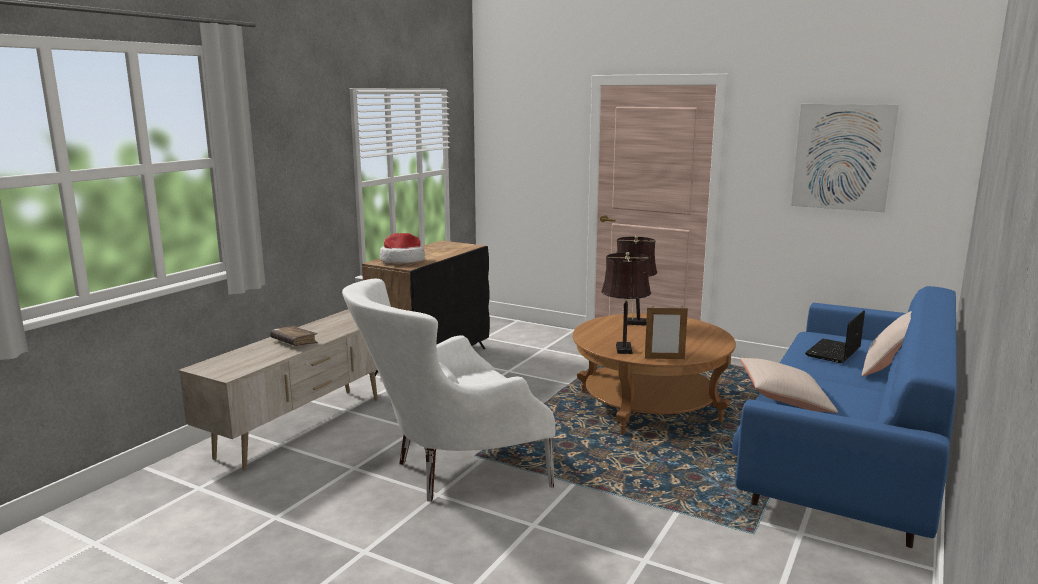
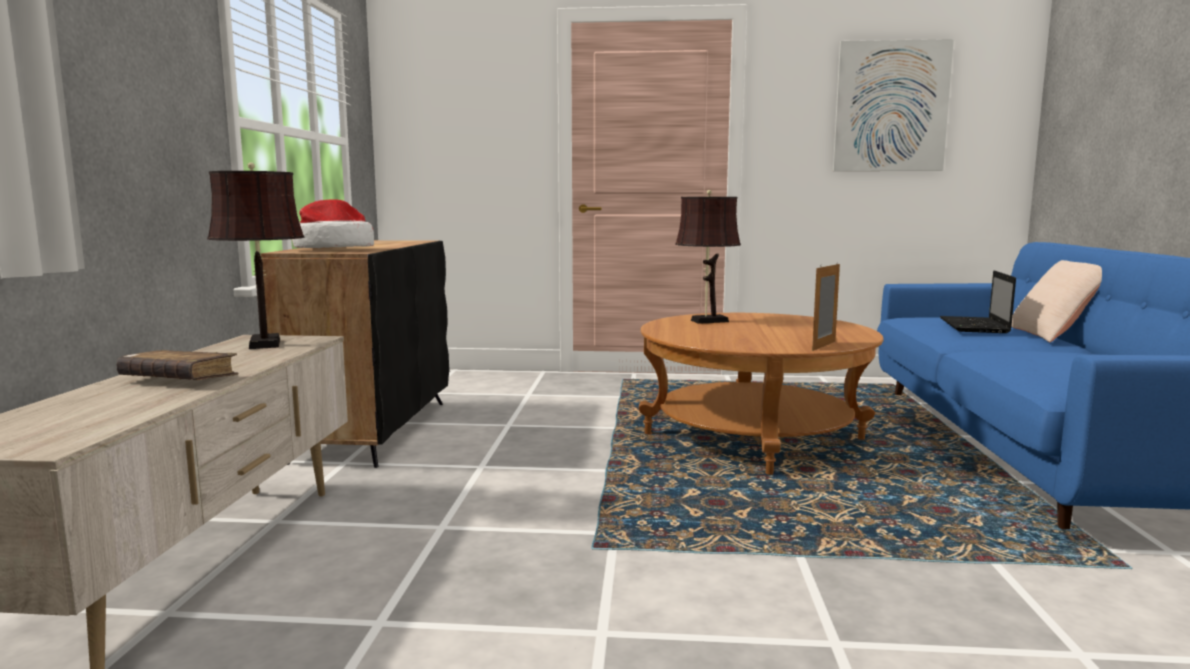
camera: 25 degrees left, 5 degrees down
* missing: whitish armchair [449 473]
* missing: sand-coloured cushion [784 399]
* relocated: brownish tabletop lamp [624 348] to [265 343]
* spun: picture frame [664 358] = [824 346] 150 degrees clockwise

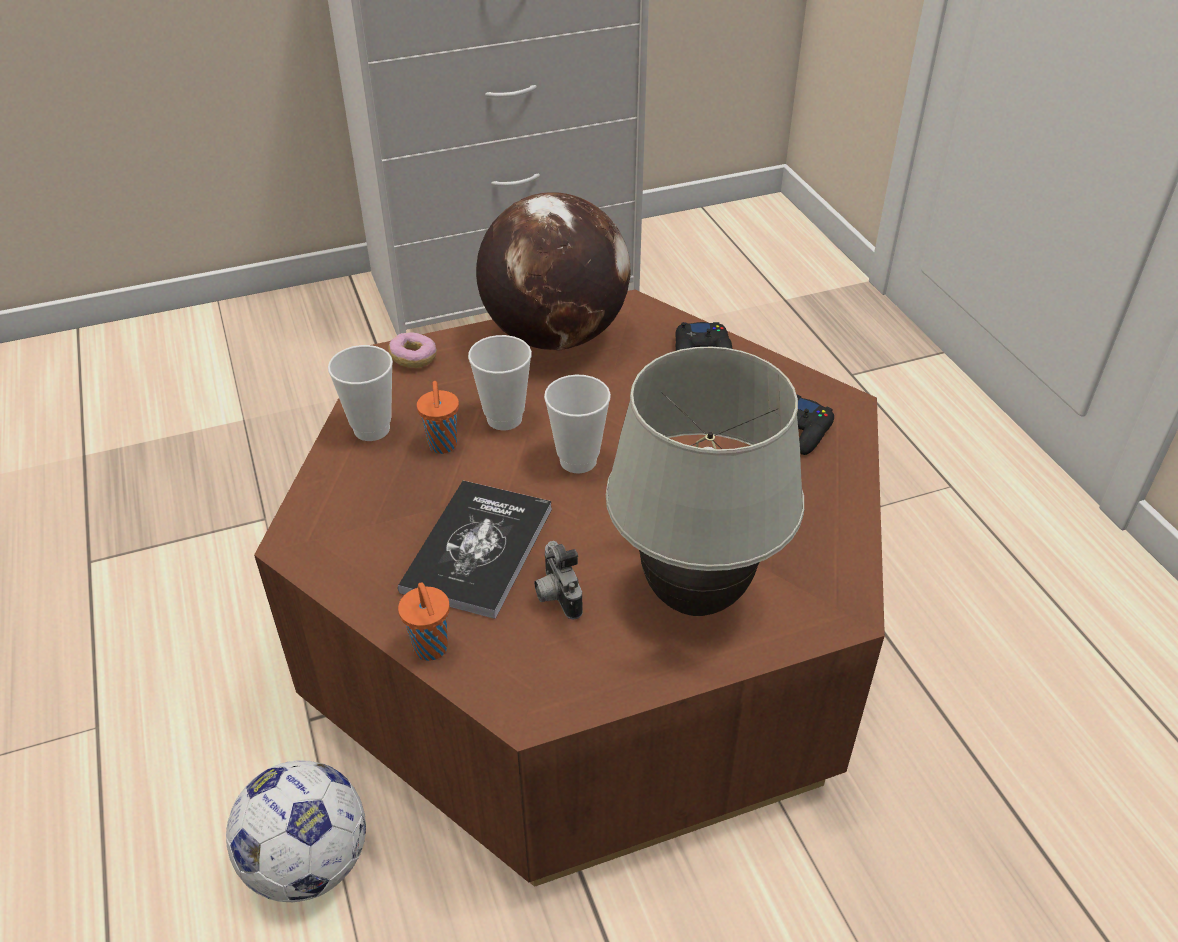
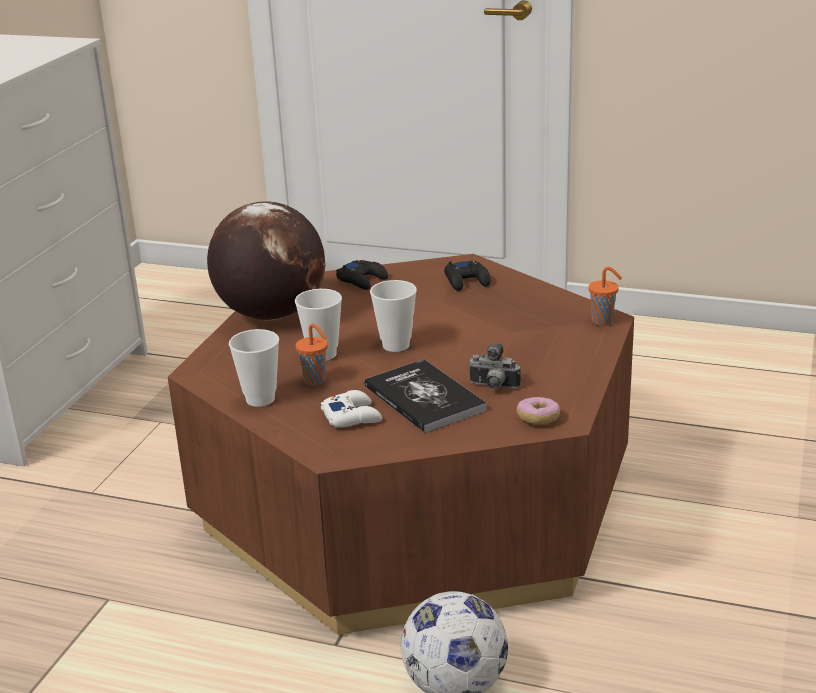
camera: 50 degrees left, 15 degrees down
* missing: whitish tabletop lamp [694 598]
* appeared: whitish gamepad [352 416]
* relocated: ring doughnut [414 359] to [538 419]
* relocated: orange cup [431 649] to [603 322]

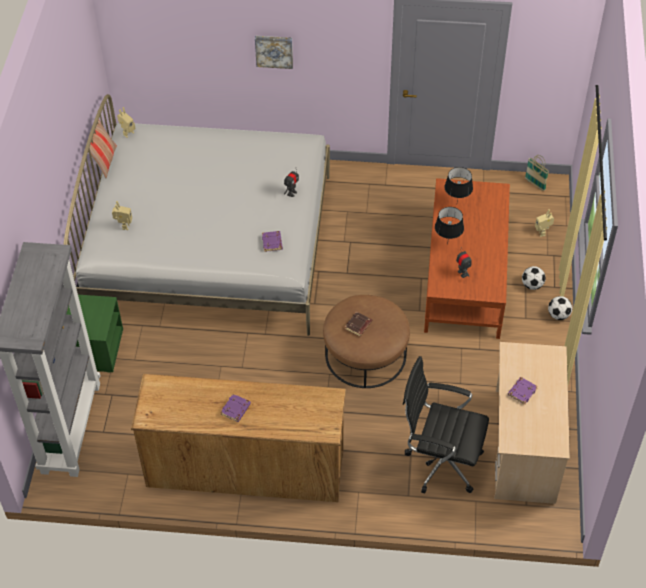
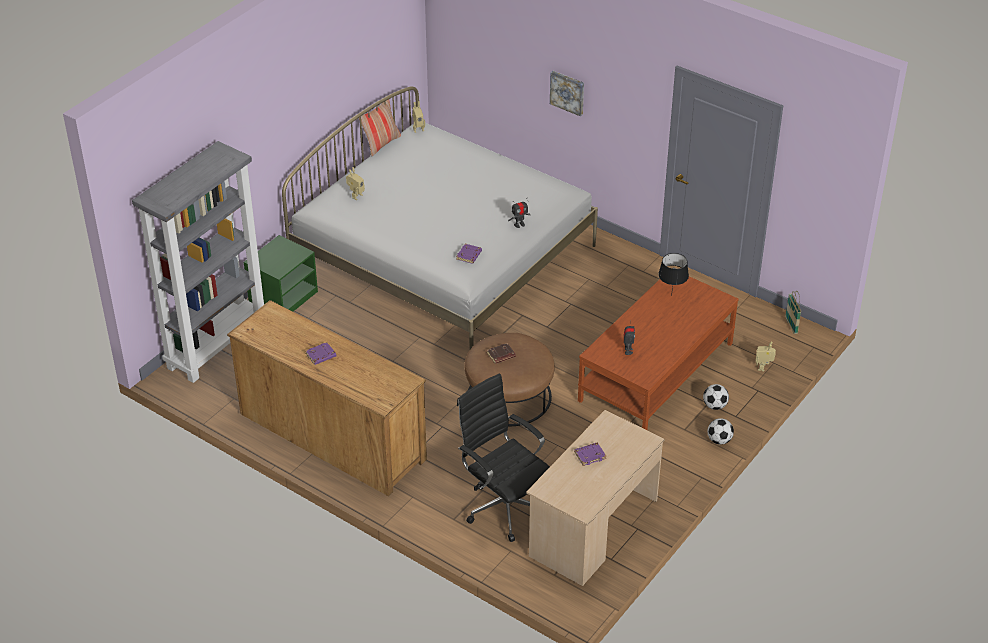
camera: 30 degrees right, 10 degrees down
* missing: blackish tabletop lamp [447 244]

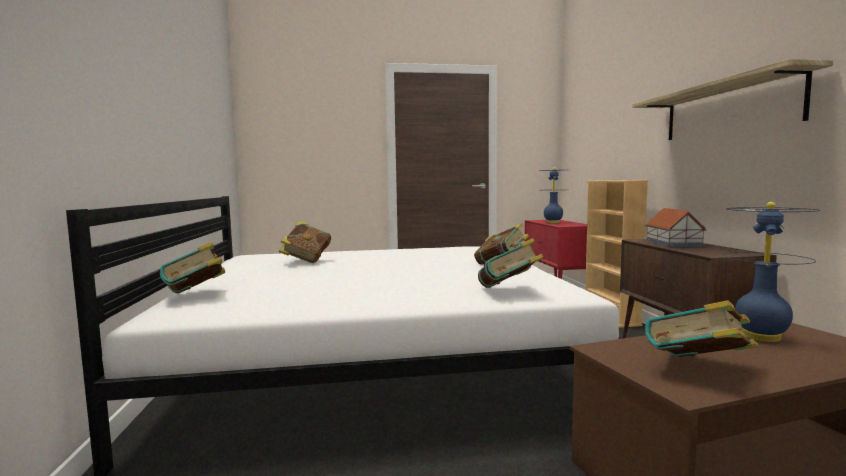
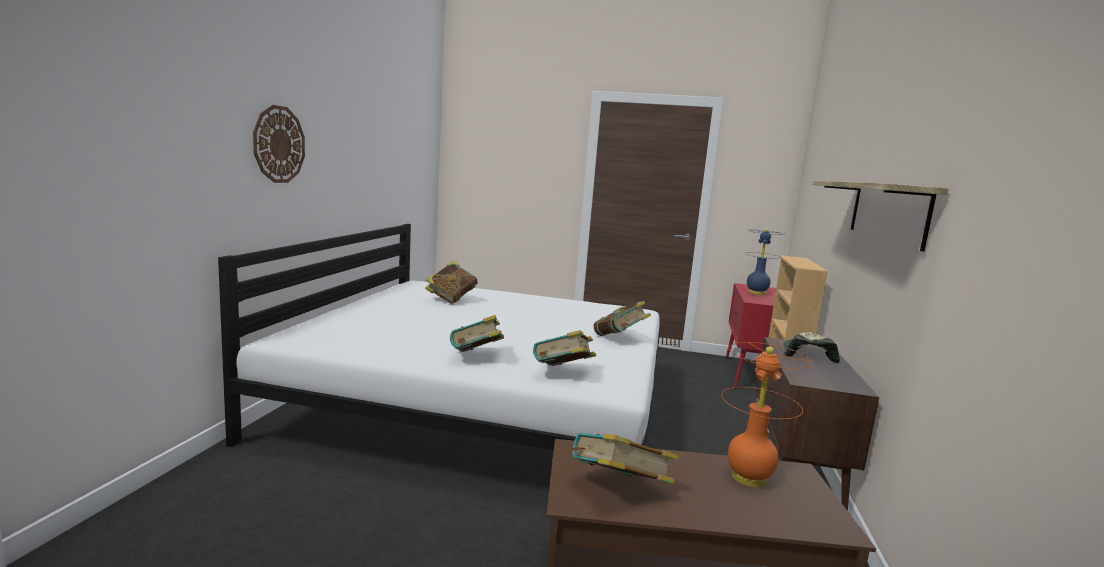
camera: 20 degrees right, 5 degrees up
* appeared: clock on the wall [279 144]
* relocated: volume [196 295] to [477 358]
* exchanged: miniature house [673 243] to peaked cap [807 354]
* colour: bluish tabletop lamp [762 336] to orange tabletop lamp [749 478]

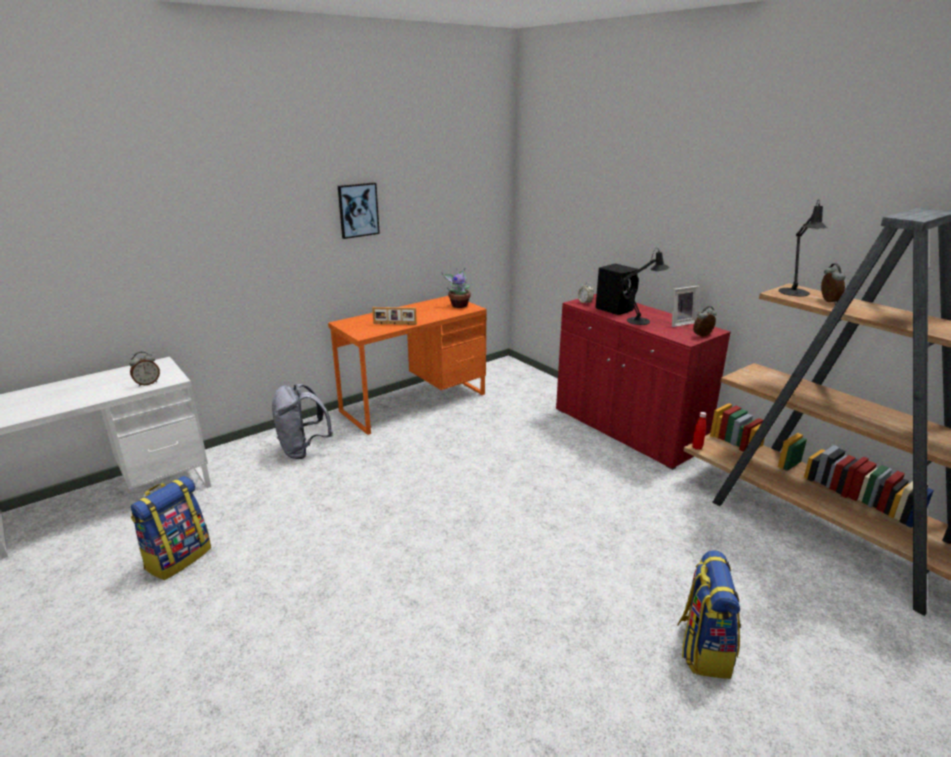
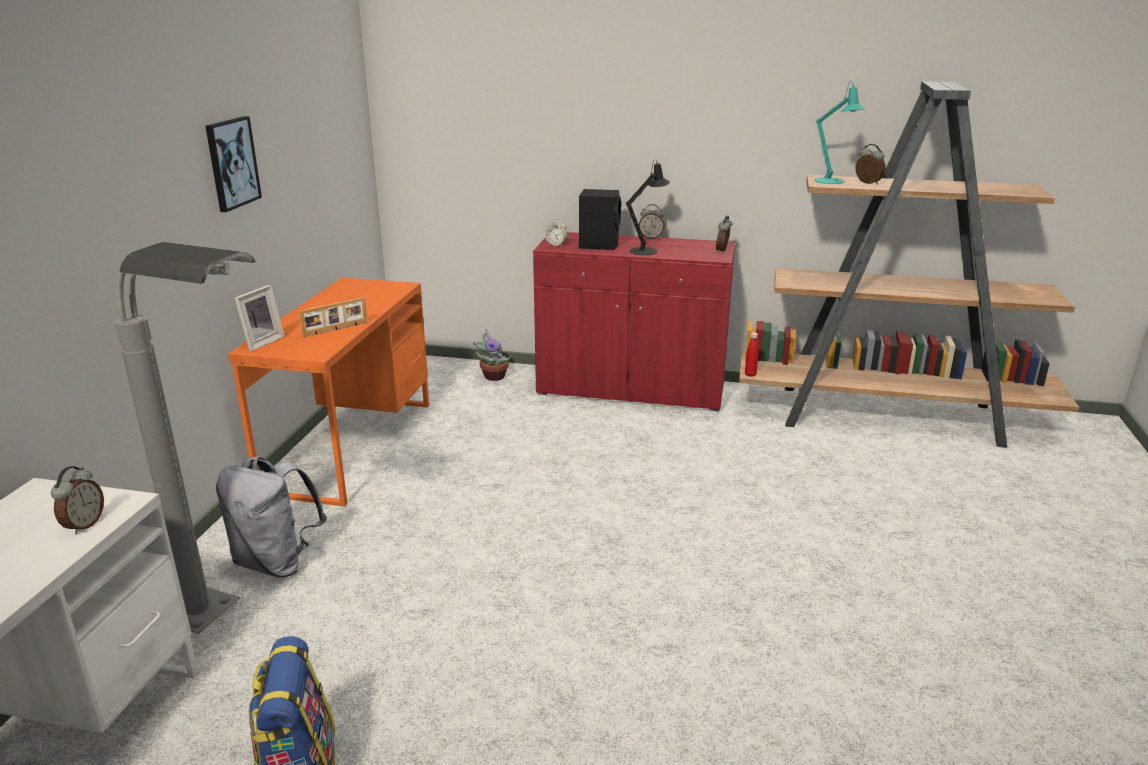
camera: 40 degrees left, 0 degrees up
* missing: knapsack [703 649]
* appeared: gray standing lamp [233 623]
* appeared: table clock [651 238]
* relocated: houseplant [459 305] to [493 376]
* relocated: picture frame [681 323] to [261 342]
* colour: blackish tabletop lamp [795 293] to blue-green tabletop lamp [832 181]

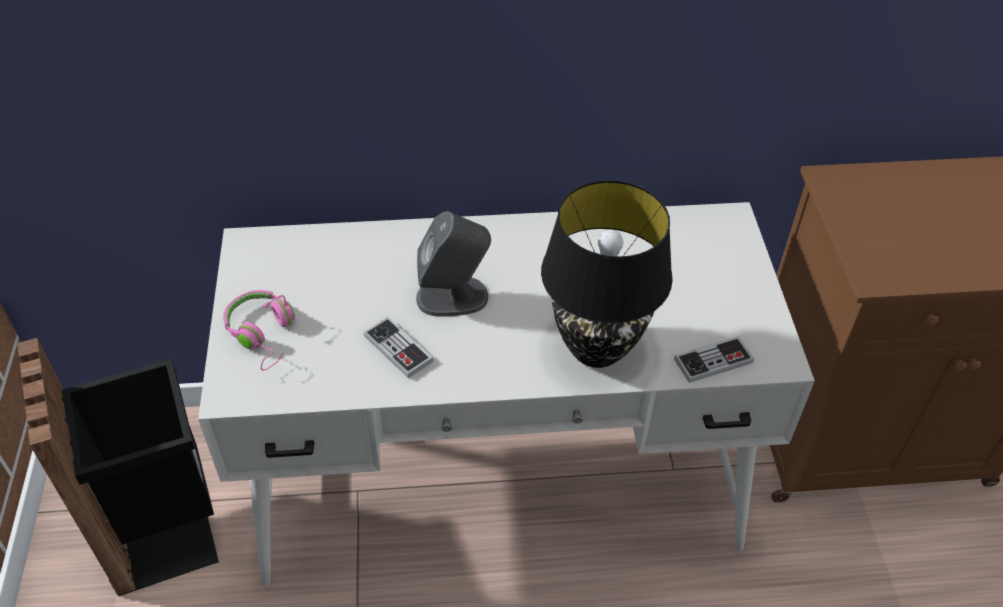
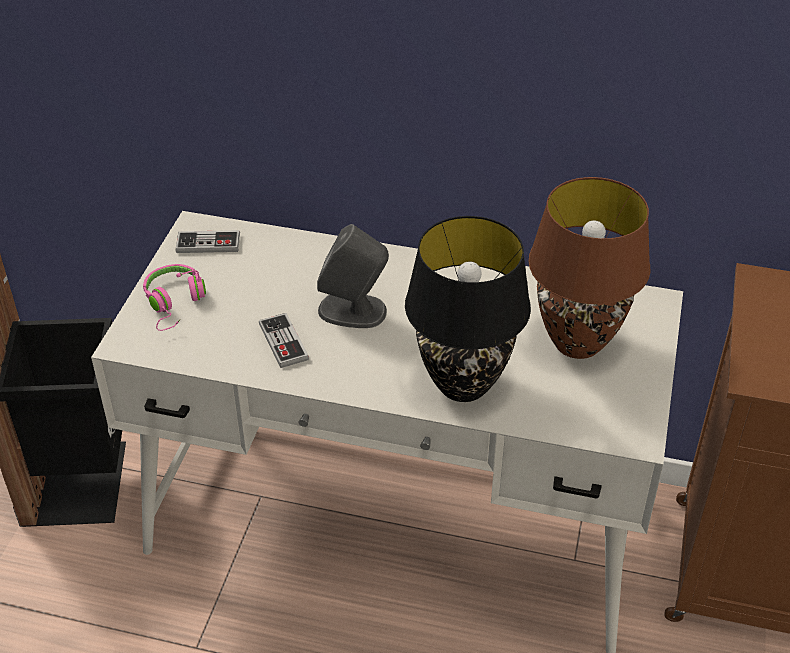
camera: 20 degrees right, 5 degrees down
* appeared: brownish tabletop lamp [577 342]
* relocated: gamepad [713 361] to [208 244]

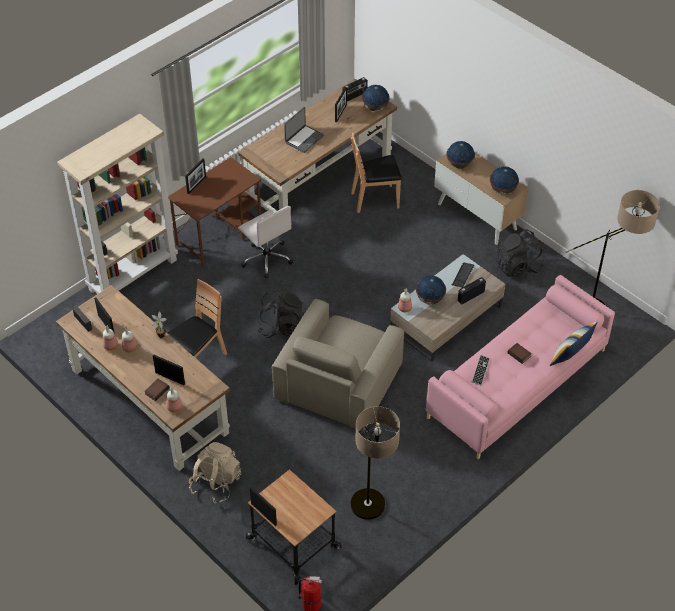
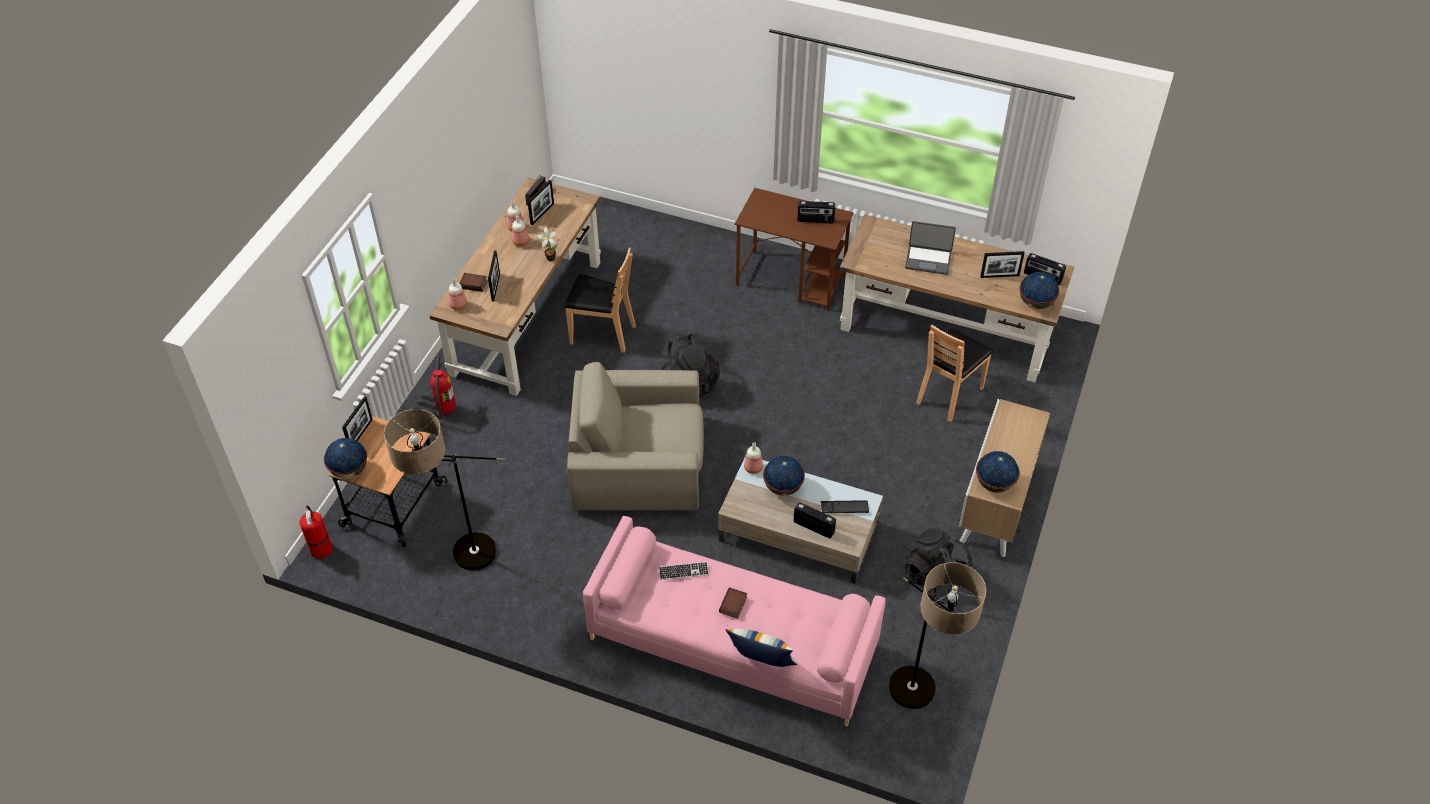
camera: 65 degrees right, 0 degrees up
* missing: sand-coloured bookcase [133 274]
* missing: picture frame [196 185]
* missing: whitish office chair [266 258]
* appeared: radio set [815 220]
* relocated: world globe [459 164] to [350 471]
* exchanged: sand-coloured knapsack [216 483] to fire extinguisher [446 410]
* spun: brownish upright chair [375 199] = [949 394] 105 degrees counterclockwise

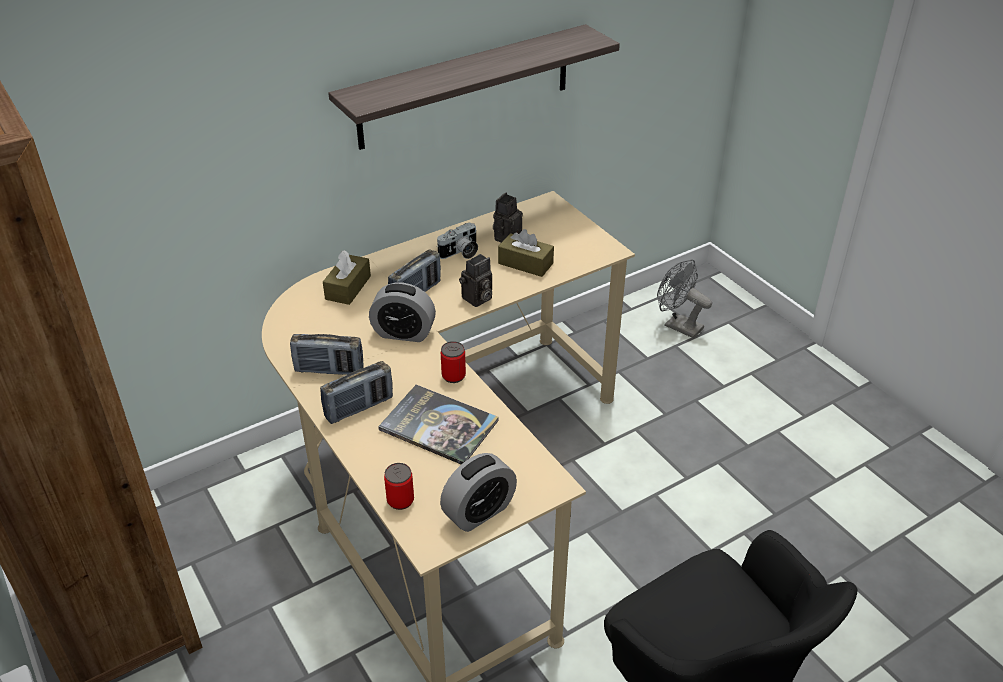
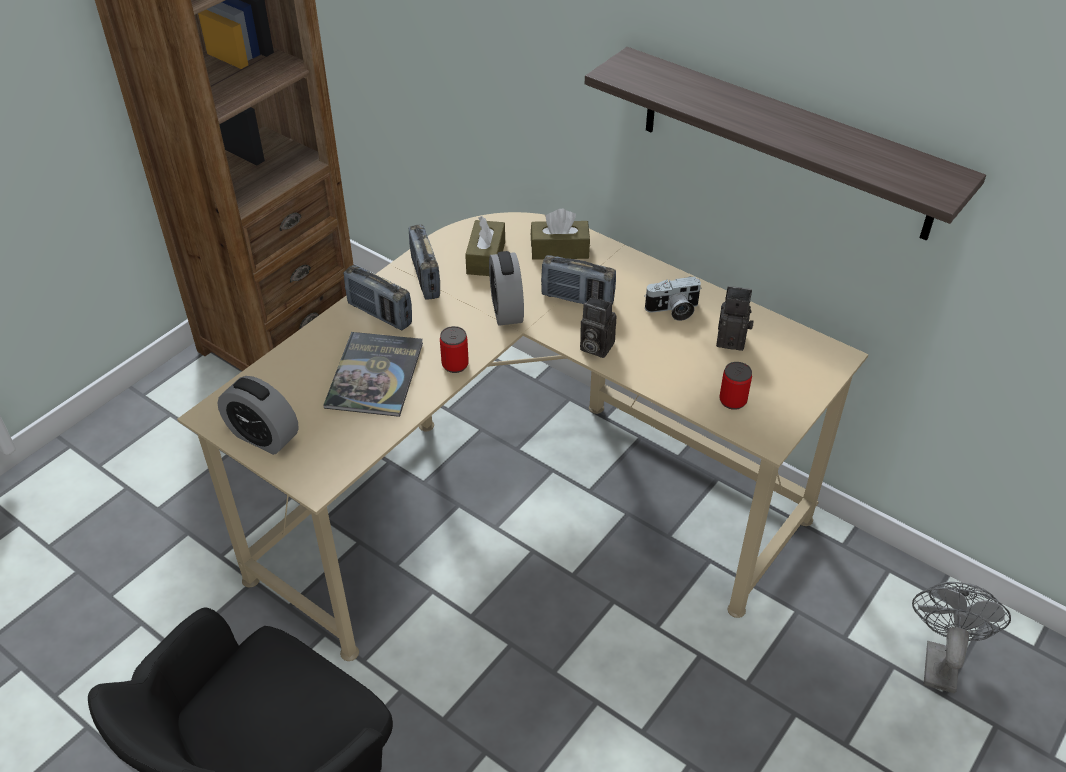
camera: 70 degrees right, 5 degrees up
* relocated: can [400 500] to [732 400]
* relocated: brownish tissue box [525 263] to [486 258]
* spun: still camera [460 253] = [673 311] 45 degrees counterclockwise

